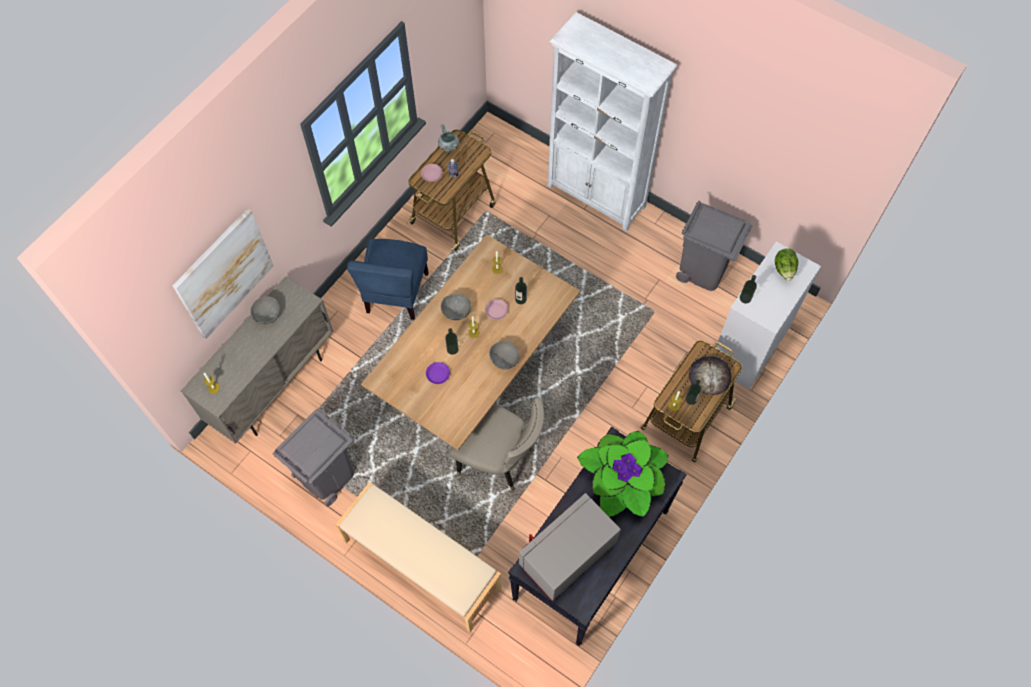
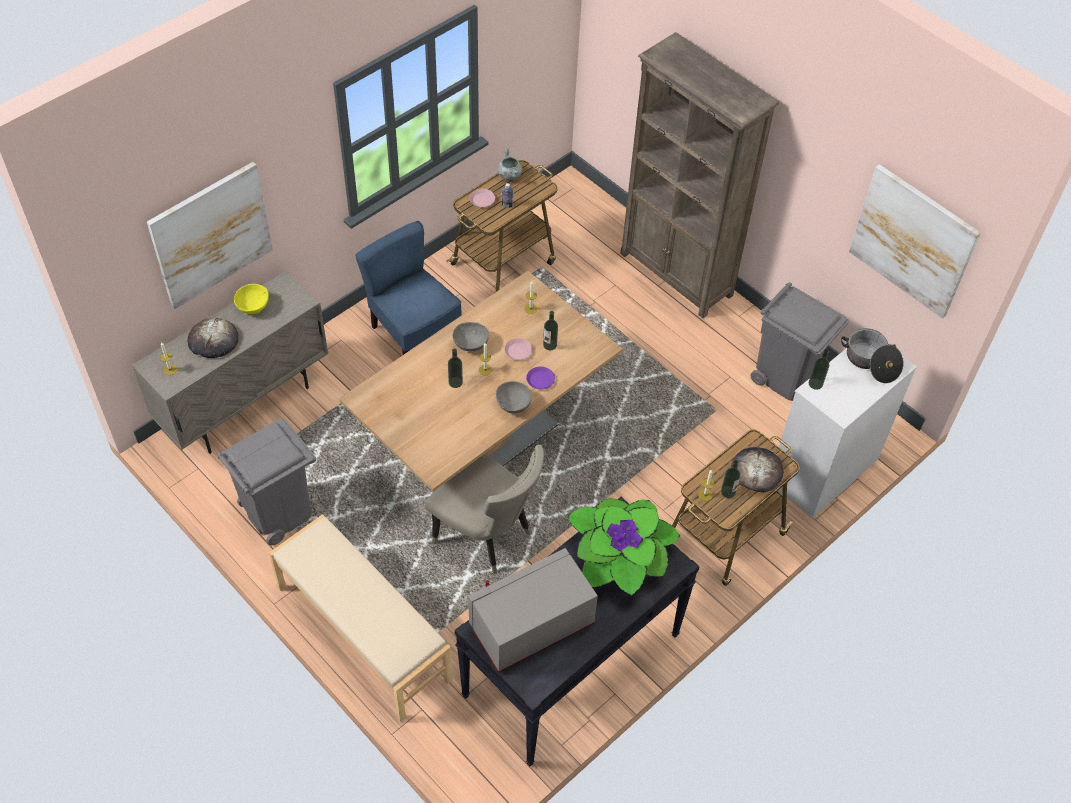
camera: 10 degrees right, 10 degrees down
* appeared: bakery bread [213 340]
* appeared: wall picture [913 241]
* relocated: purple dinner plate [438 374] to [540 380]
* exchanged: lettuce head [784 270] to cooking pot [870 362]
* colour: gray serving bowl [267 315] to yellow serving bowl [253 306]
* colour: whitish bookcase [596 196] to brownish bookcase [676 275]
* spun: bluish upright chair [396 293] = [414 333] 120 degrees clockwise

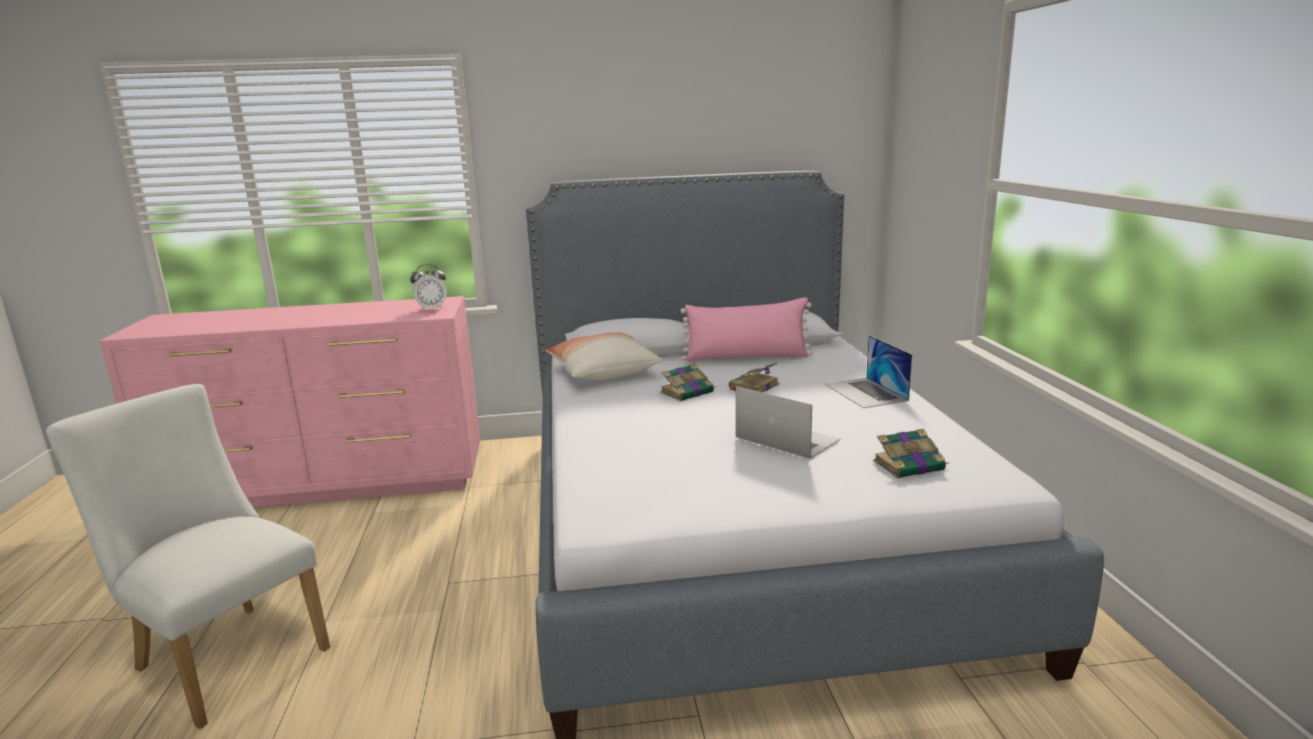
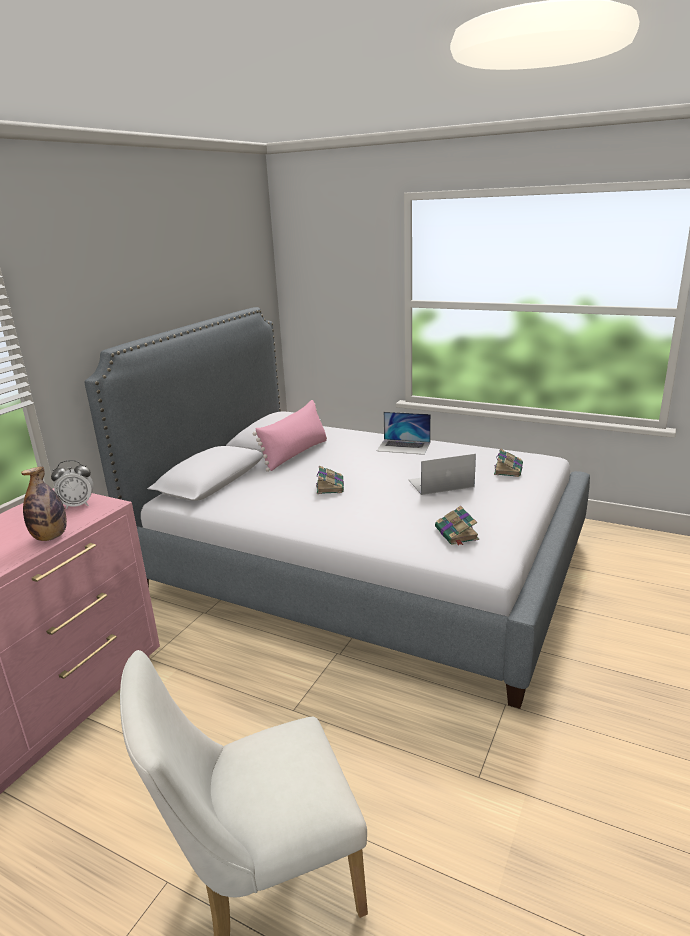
camera: 55 degrees left, 5 degrees up
* missing: cushion [602 372]
* appeared: beverage bottle [50 537]
* relocated: volume [753 387] to [457 534]
* spun: table clock [432 309] = [78 505] 60 degrees clockwise

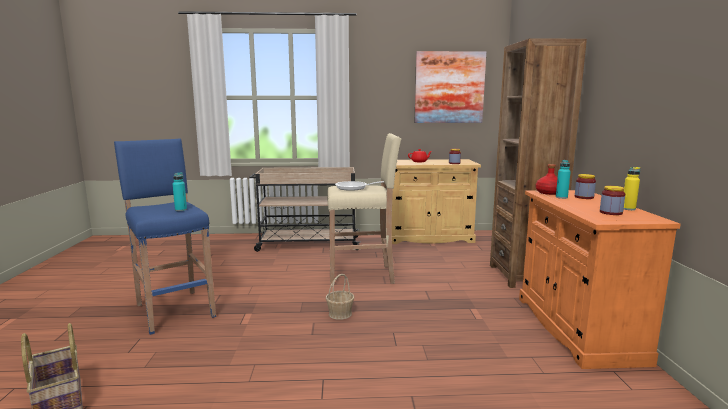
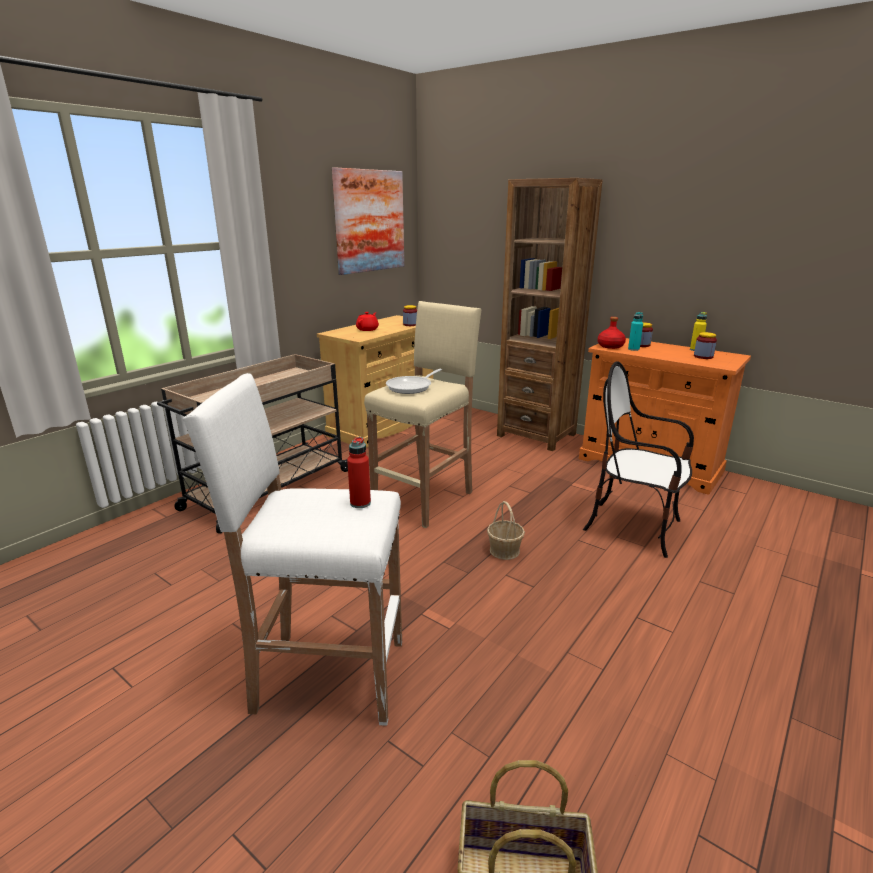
camera: 50 degrees left, 10 degrees up
* appeared: upright chair [633 527]
* colour: bluish stool [174 310] to whitish stool [326 676]
* colour: blue-green beverage bottle [181 210] to red beverage bottle [360 503]

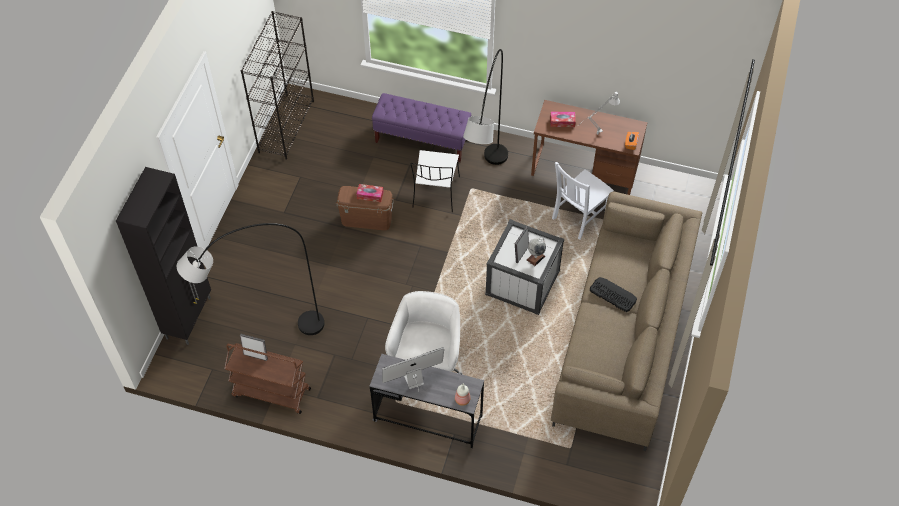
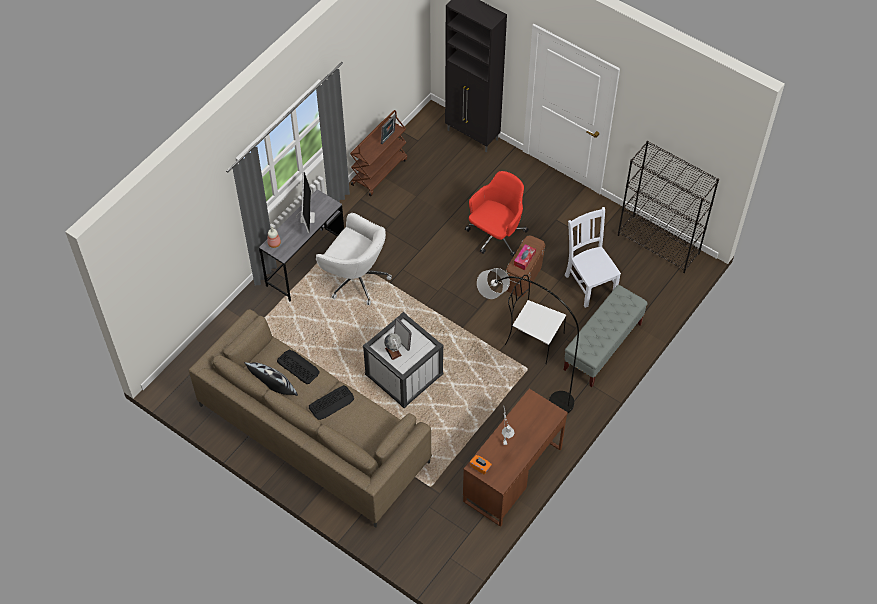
camera: 110 degrees right, 0 degrees up
* missing: blackish standing lamp [262 336]
* missing: tissue box [562 122]
* appeared: cushion [274 388]
* appeared: computer keyboard [298 367]
* appeared: red office chair [496 236]
* relocated: whitish upright chair [578 217] to [589 283]
* colour: purple long seat [422 140] to gray long seat [602 347]

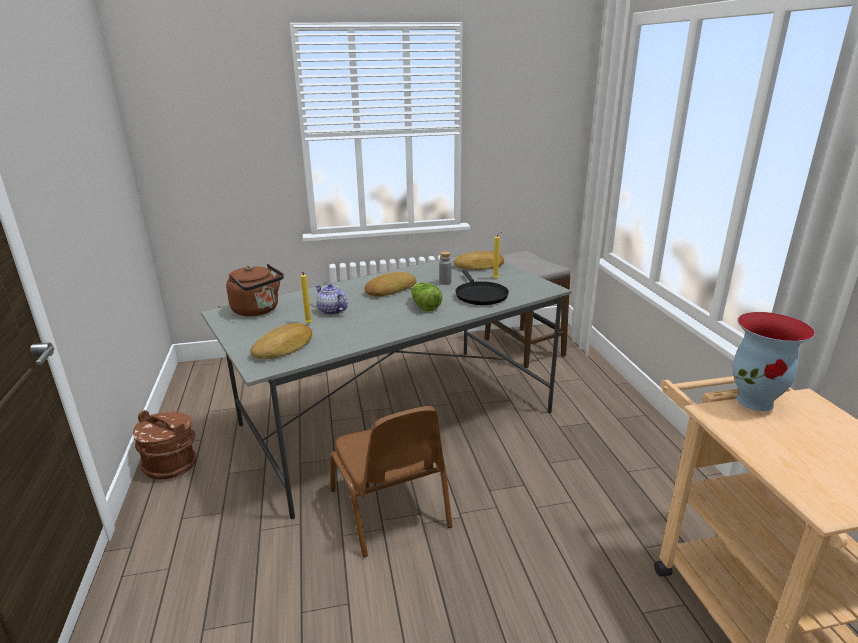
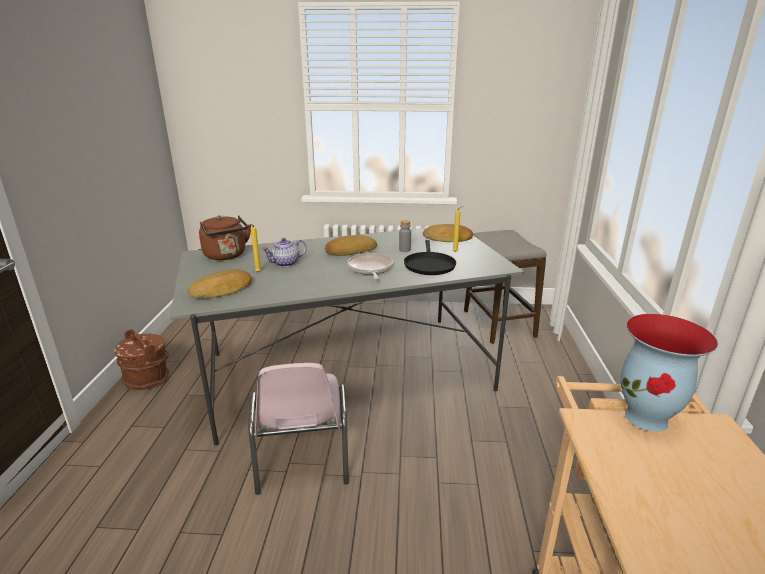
camera: 15 degrees right, 0 degrees up
* exchanged: lettuce head [424 306] to skillet [370 269]
* colour: brownish upright chair [390 509] to pinkish upright chair [301 454]
* spun: pot for tea [331 311] = [285 263] 90 degrees counterclockwise

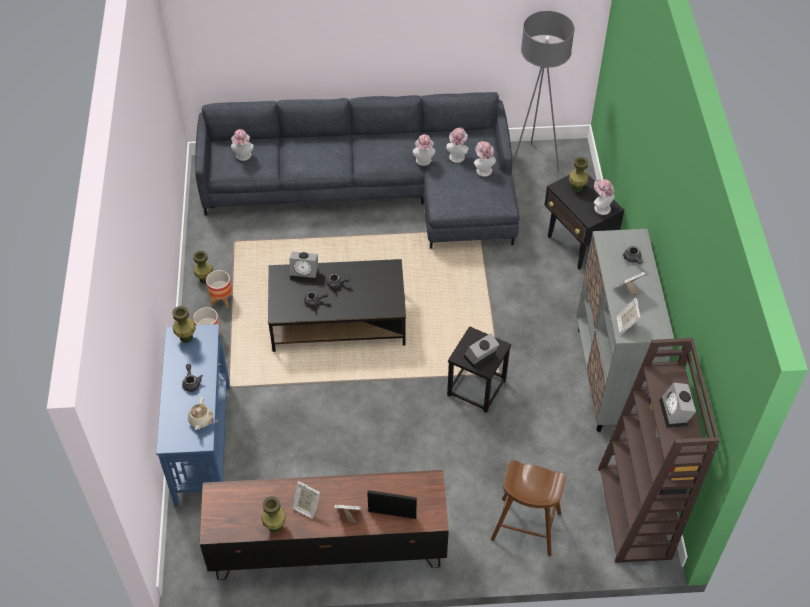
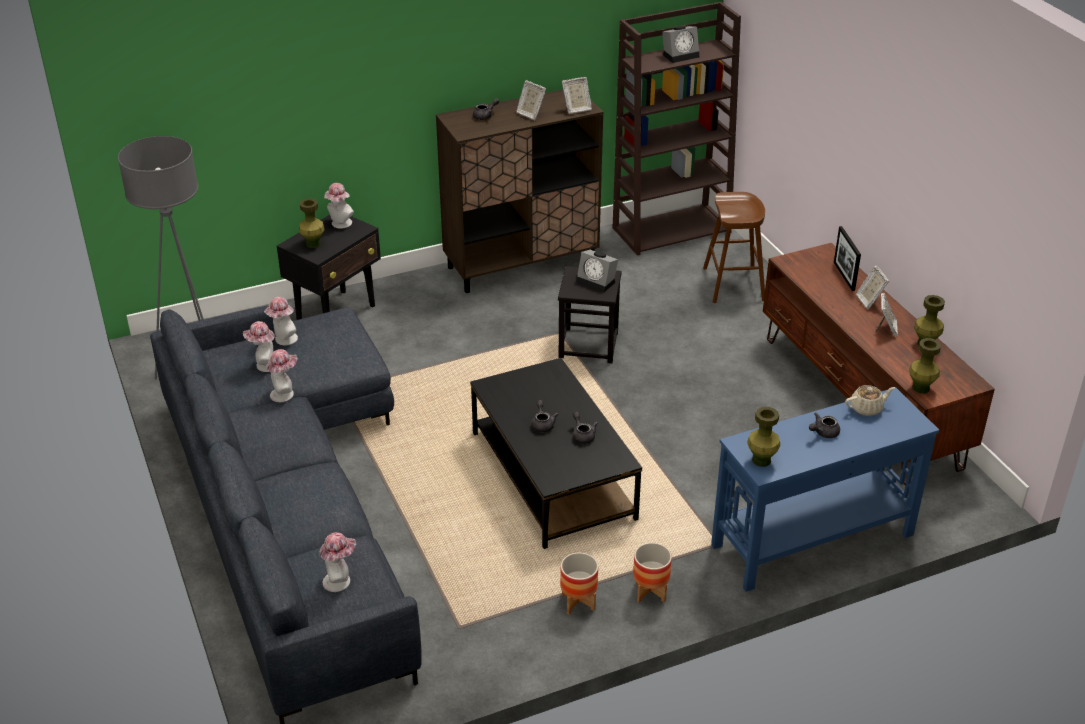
camera: 110 degrees left, 15 degrees down
* missing: table clock [305 273]
* relocated: greenish decorative vase [205 279] to [920 388]
* colour: gray storage cabinet [609 378] to brownish storage cabinet [522 264]

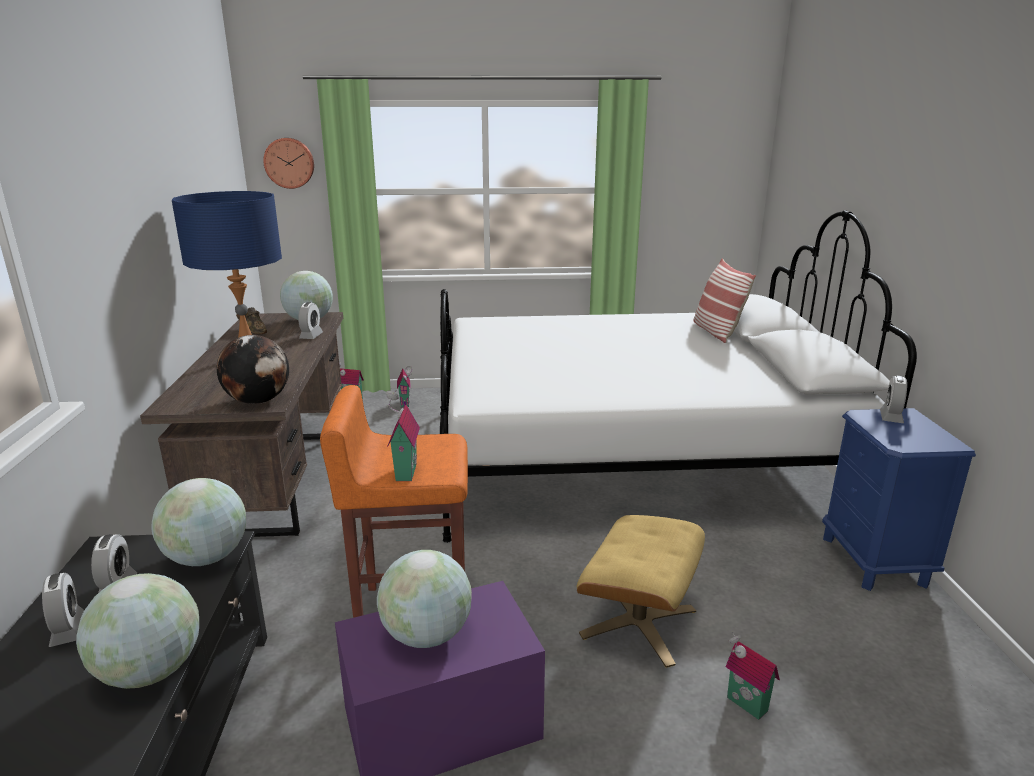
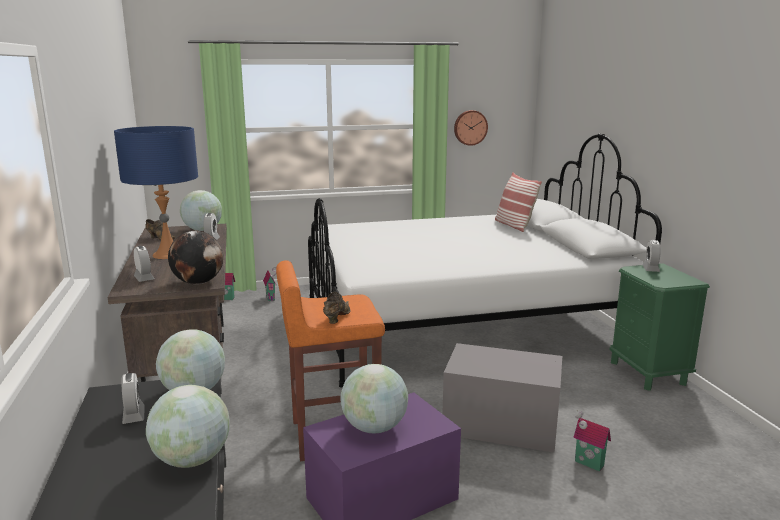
camera: 10 degrees left, 5 degrees down
* relocated: table clock [68 630] to [144 278]
* relocated: clock on the wall [289 163] to [470 127]
* exchanged: miniature house [403 472] to brownish item of footwear [336 318]
* exchanged: sand-coloured ottoman [639 623] to gray storage bin [501 424]
* colour: bluish bedside table [874 561] to greenish bedside table [648 373]

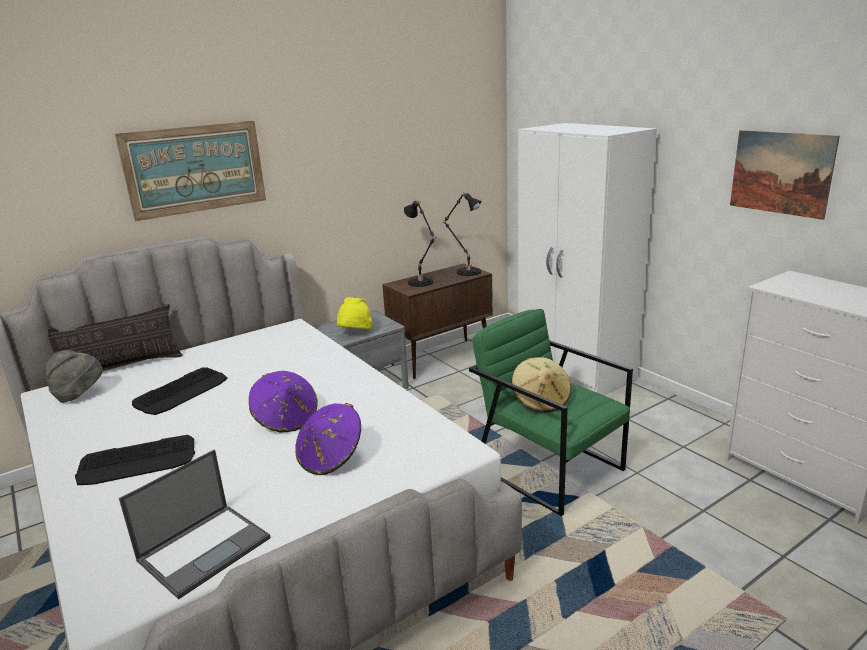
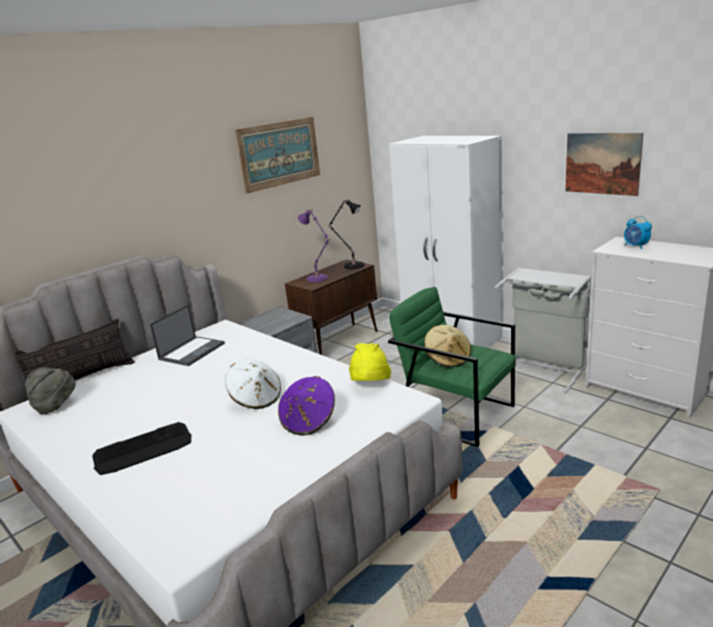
camera: 10 degrees left, 0 degrees up
* missing: computer keyboard [182 392]
* appeared: gray hamper [544 368]
* appeared: table clock [636 246]
* relocated: wall picture [195 169] to [279 153]
* relocated: portable computer [205 548] to [192 351]
* relocated: yellow clothing hat [355 333] to [370 385]
* colour: purple clothing hat [286 419] to whitish clothing hat [256 399]
* colour: blackish tabletop lamp [421 283] to purple tabletop lamp [318 279]

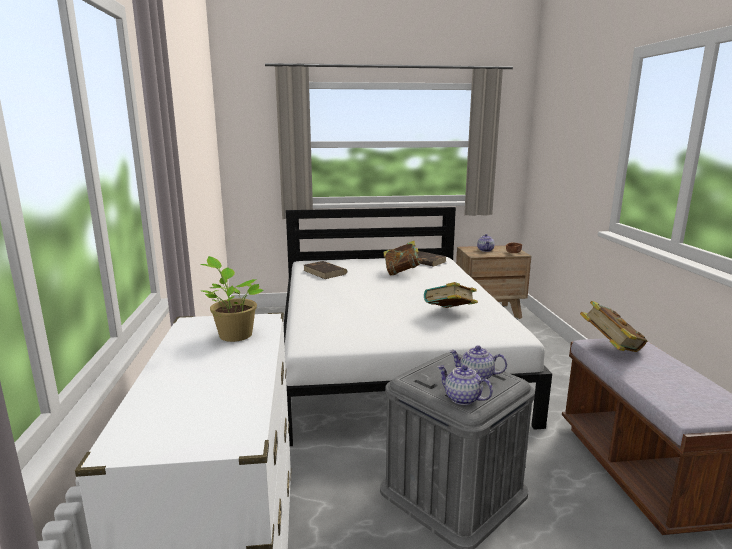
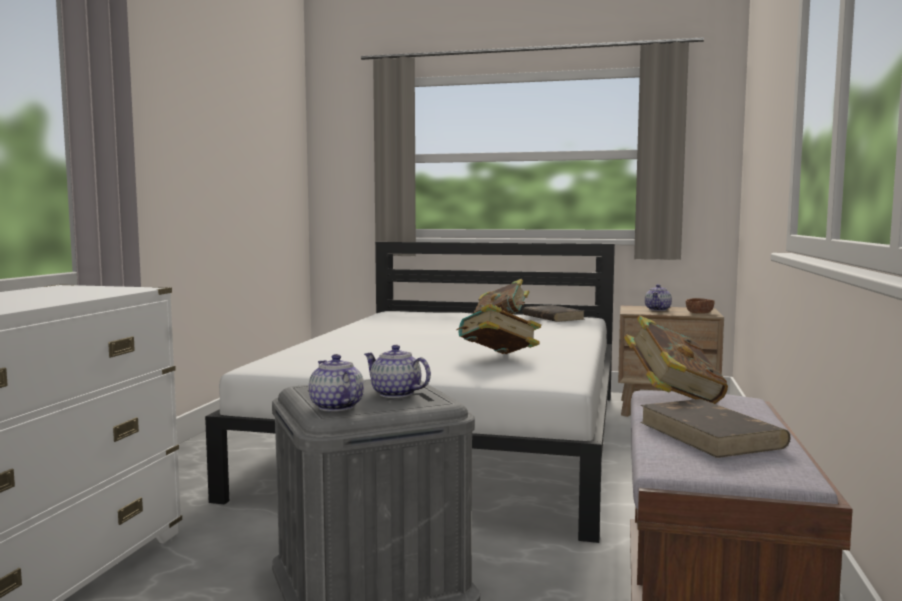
camera: 20 degrees right, 10 degrees down
* missing: houseplant [234 335]
* relocated: brownish volume [325 272] to [711 435]

